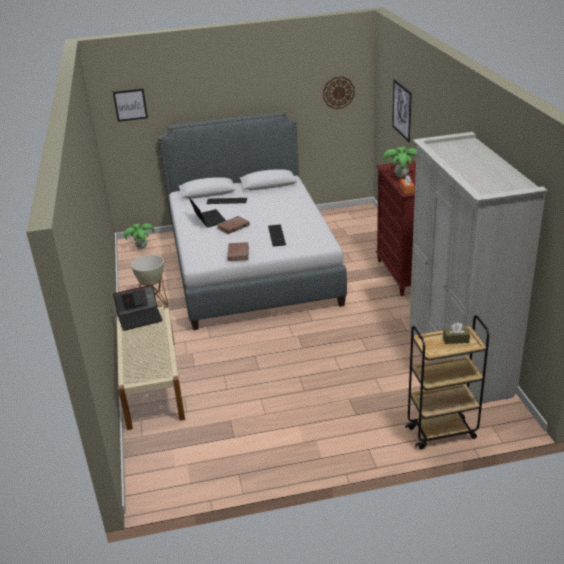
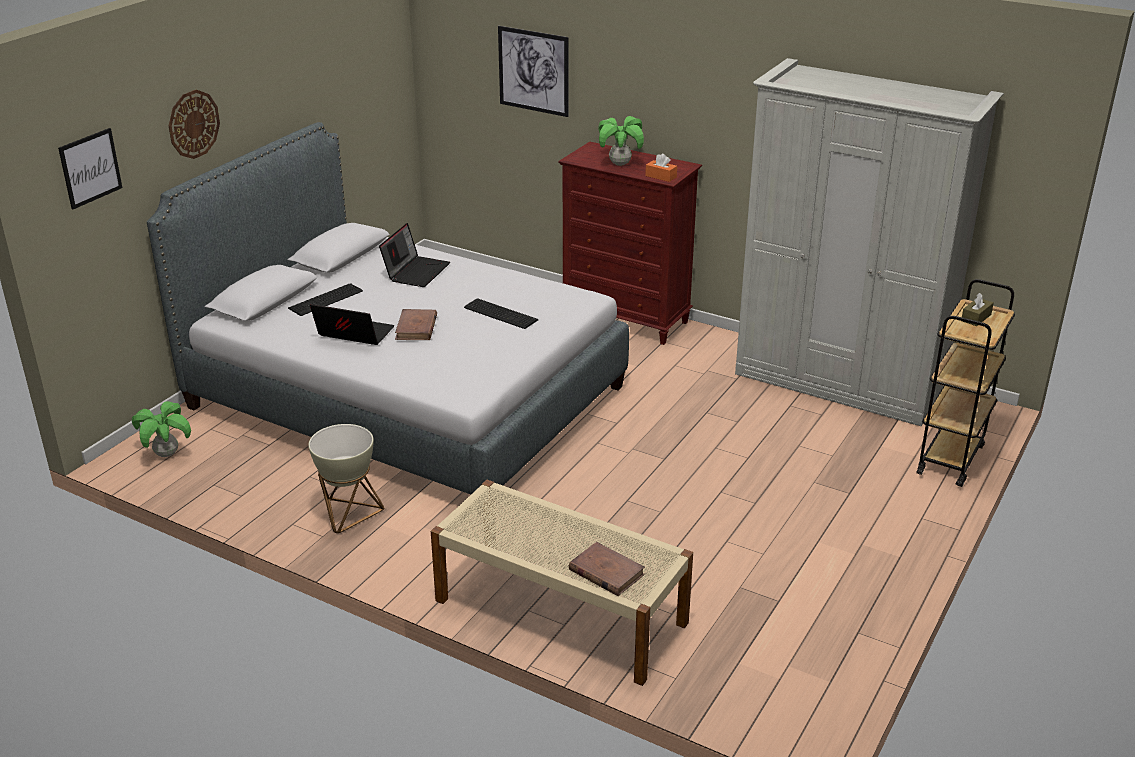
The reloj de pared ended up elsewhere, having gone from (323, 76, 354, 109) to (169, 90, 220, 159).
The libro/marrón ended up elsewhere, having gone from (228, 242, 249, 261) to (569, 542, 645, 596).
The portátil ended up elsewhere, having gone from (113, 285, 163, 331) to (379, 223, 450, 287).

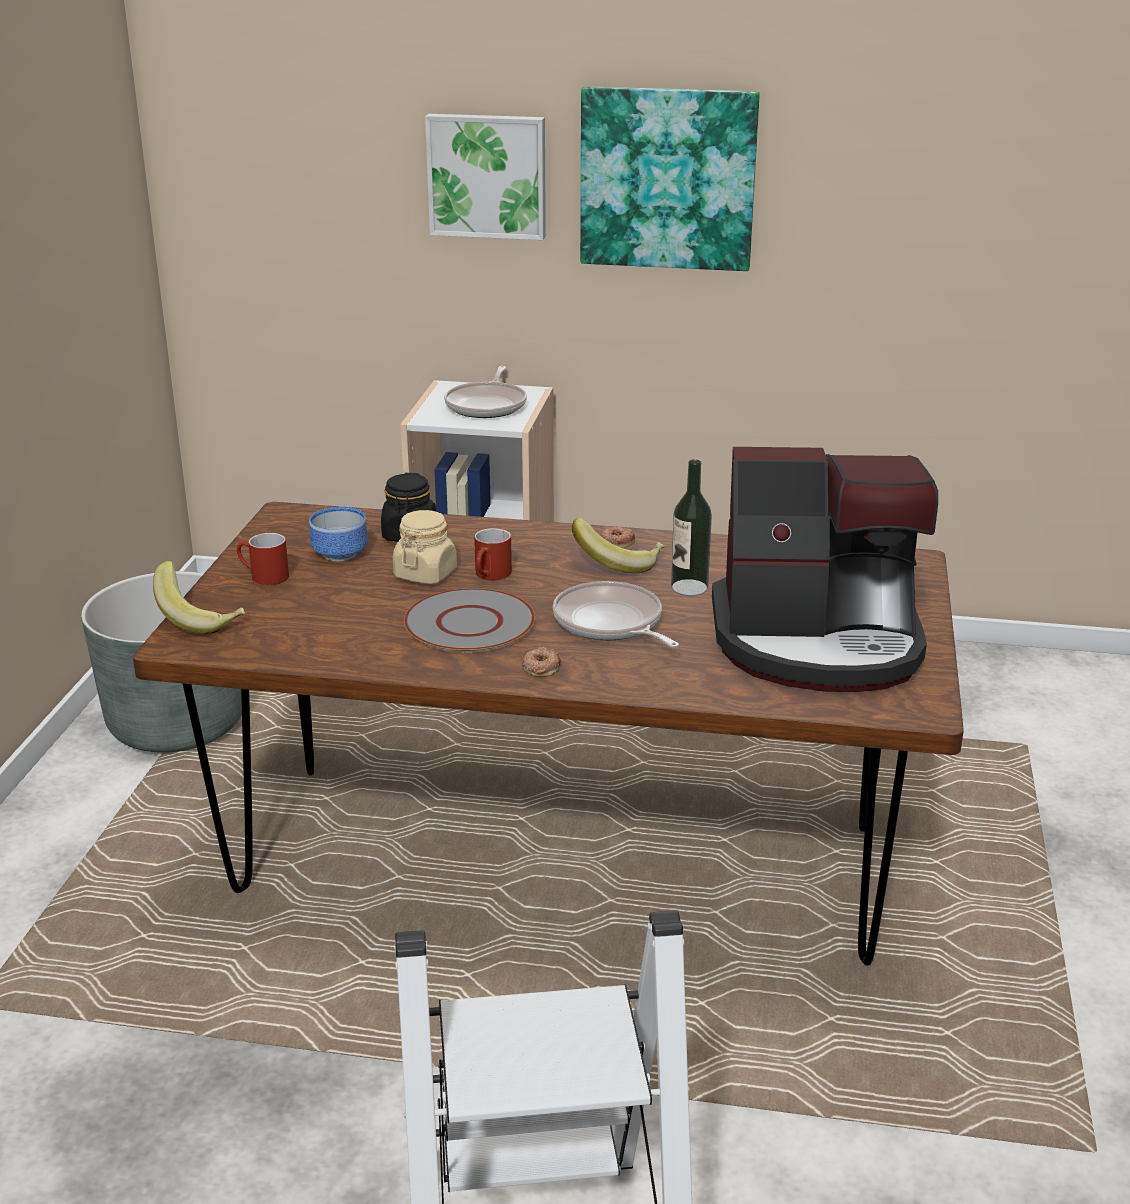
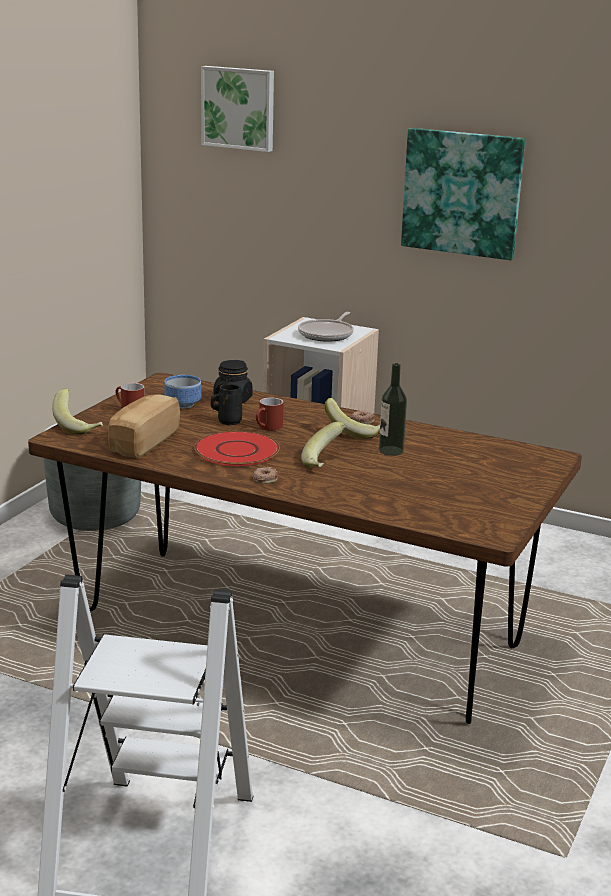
The cuadro ended up elsewhere, having gone from (425, 114, 546, 240) to (201, 66, 274, 152).
The second view lost the cafetera at (712, 447, 938, 692).
Where the tarro/beis stood at (393, 510, 457, 584), the taza grande/negro came to stand at (211, 384, 242, 426).
Where the sartén stood at (553, 581, 679, 648), the plátano came to stand at (301, 422, 346, 468).
What was the plato/gris at (404, 588, 535, 653) turned into the plato/rojo at (194, 431, 280, 466).
The second view gained the pan at (108, 394, 180, 459).

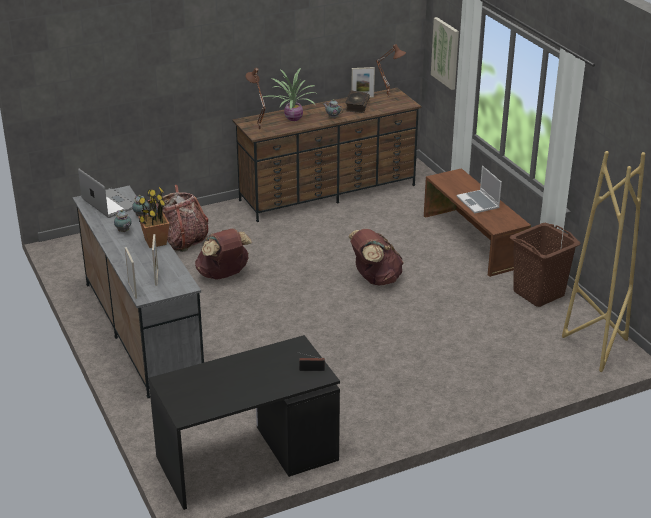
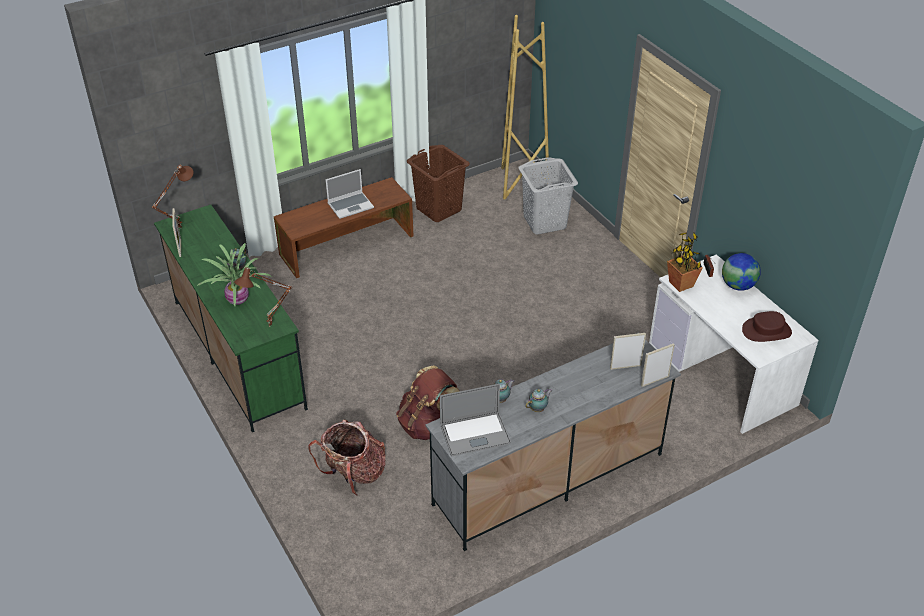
The second view lost the cuadro at (431, 17, 459, 90).
What was the cómoda/marrón at (232, 88, 421, 222) turned into the cómoda/verde at (154, 205, 308, 432).
The second view lost the libro at (345, 91, 370, 113).
The portátil at (78, 169, 133, 218) ended up facing another way, 150 degrees counterclockwise from before.
The planta en maceta ended up elsewhere, having gone from (138, 186, 170, 248) to (667, 233, 703, 292).
The second view lost the mochila/marrón at (348, 229, 404, 286).
What was the escritorio/negro at (149, 335, 340, 510) turned into the escritorio/blanco at (649, 254, 818, 434).
The second view gained the cesto de la ropa/gris at (518, 157, 578, 234).
The second view gained the globo terráqueo at (722, 253, 761, 291).
The second view gained the sombrero/marrón at (742, 311, 792, 342).

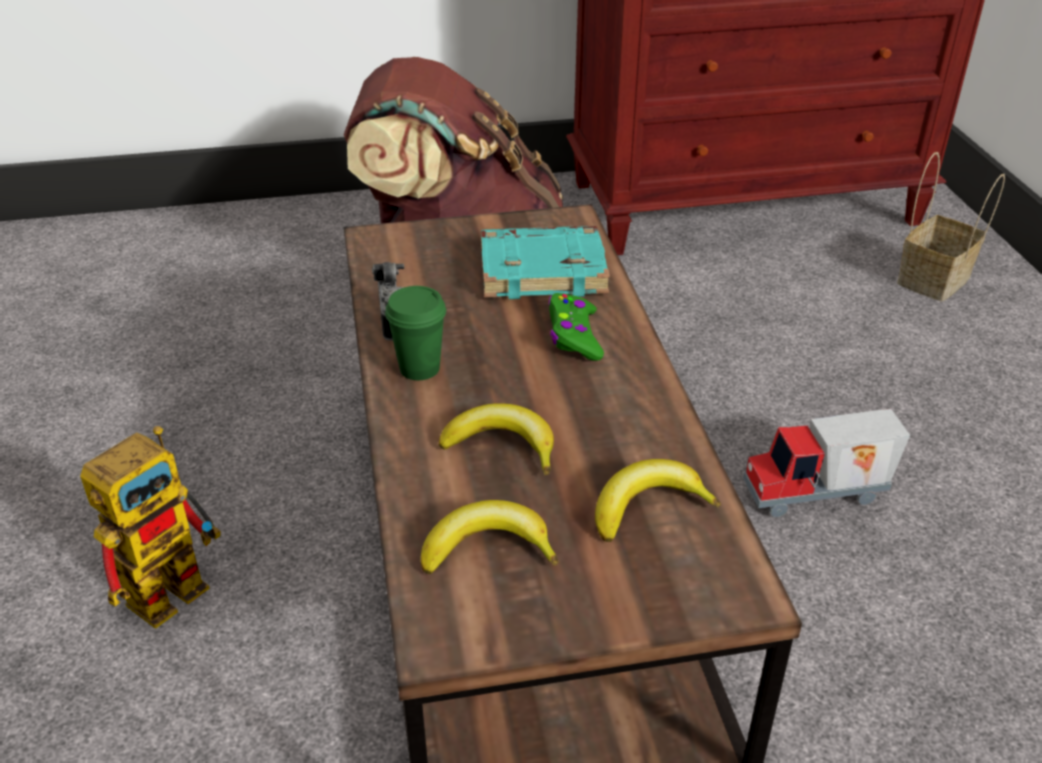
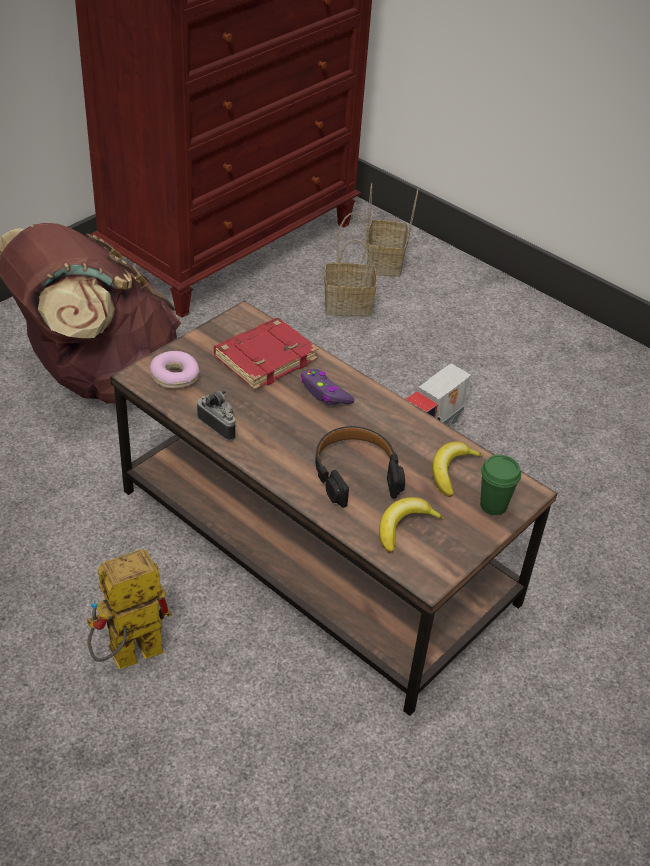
What was the libro/turquesa at (481, 226, 610, 299) turned into the libro/rojo at (214, 318, 319, 390).
The taza/verde ended up elsewhere, having gone from (385, 286, 446, 380) to (480, 455, 521, 515).
What was the mando de consola/verde at (548, 293, 604, 361) turned into the mando de consola/morado at (301, 369, 355, 405).
Where the plátano stood at (439, 403, 554, 475), the auriculares/negro came to stand at (315, 426, 405, 508).
The robot de juguete at (80, 426, 221, 629) ended up facing another way, 120 degrees counterclockwise from before.
The second view gained the cesta at (324, 212, 377, 317).
The second view gained the rosquilla at (150, 351, 199, 389).

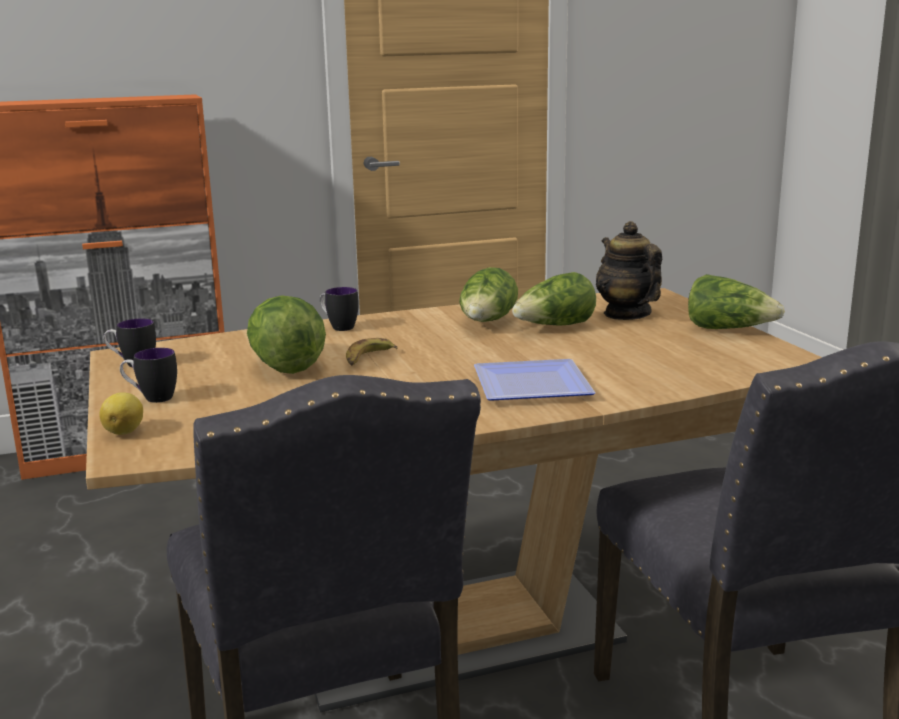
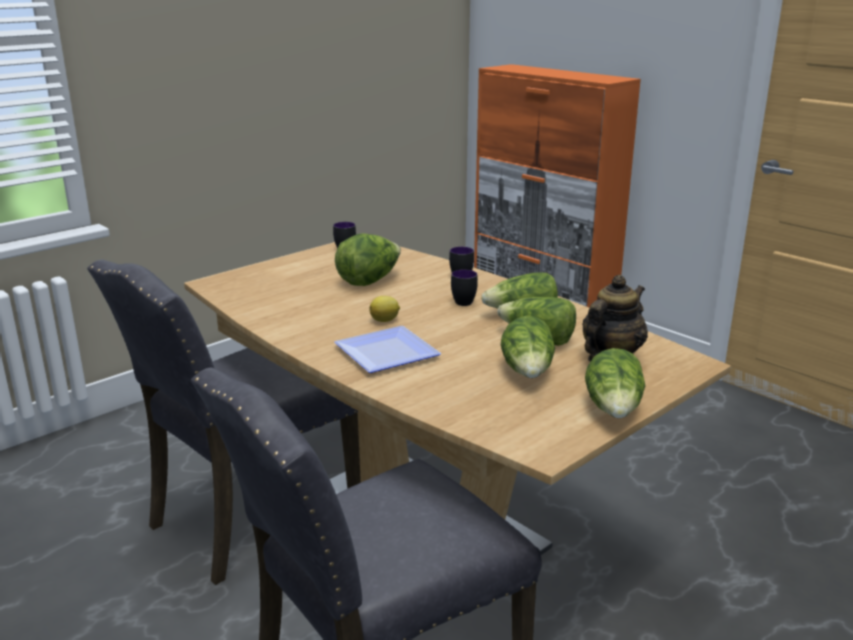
The second view lost the plátano at (346, 338, 397, 366).
The taza grande ended up elsewhere, having gone from (120, 348, 177, 403) to (451, 270, 478, 306).
The limón ended up elsewhere, having gone from (99, 393, 143, 435) to (369, 296, 400, 322).
The second view gained the lechuga at (501, 316, 555, 378).

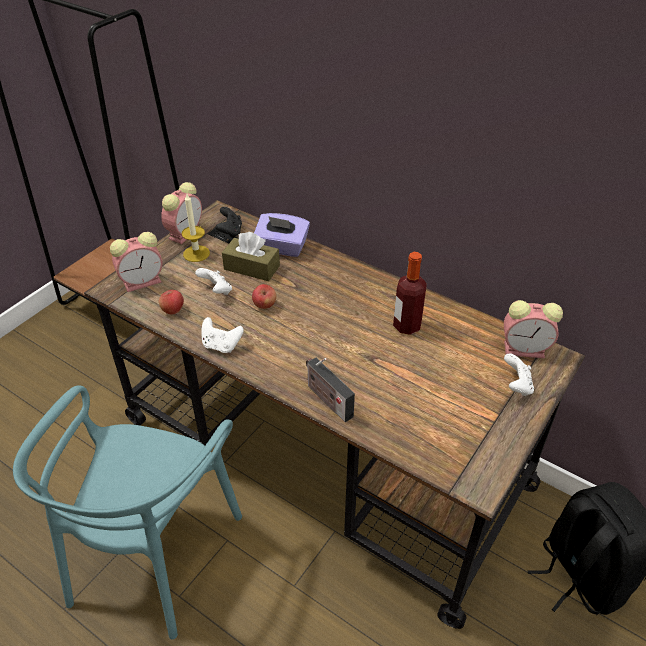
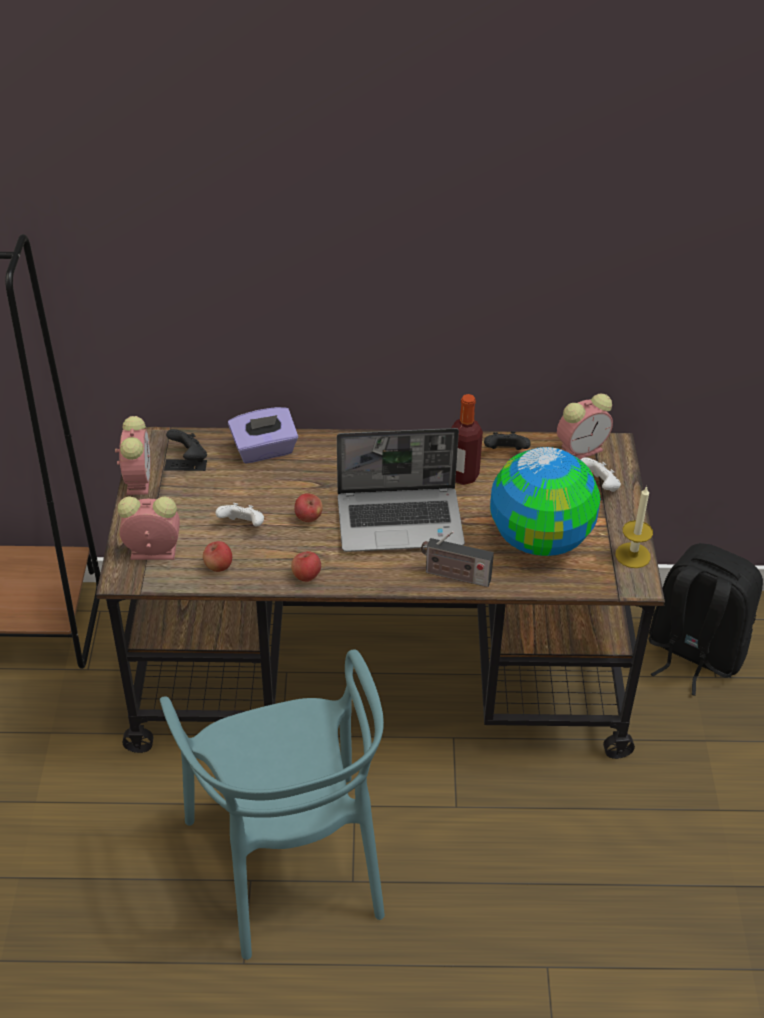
The vela ended up elsewhere, having gone from (182, 194, 210, 262) to (616, 486, 653, 568).
The despertador at (110, 232, 163, 292) ended up facing another way, 120 degrees counterclockwise from before.
The second view lost the caja de pañuelos/marrón at (222, 232, 280, 281).
Where the mando de consola/blanco stood at (201, 317, 244, 353), the manzana came to stand at (291, 551, 321, 582).
The second view gained the portátil at (337, 428, 465, 552).
The second view gained the mando de consola/negro at (484, 431, 531, 450).
The second view gained the globo terráqueo at (490, 447, 601, 556).

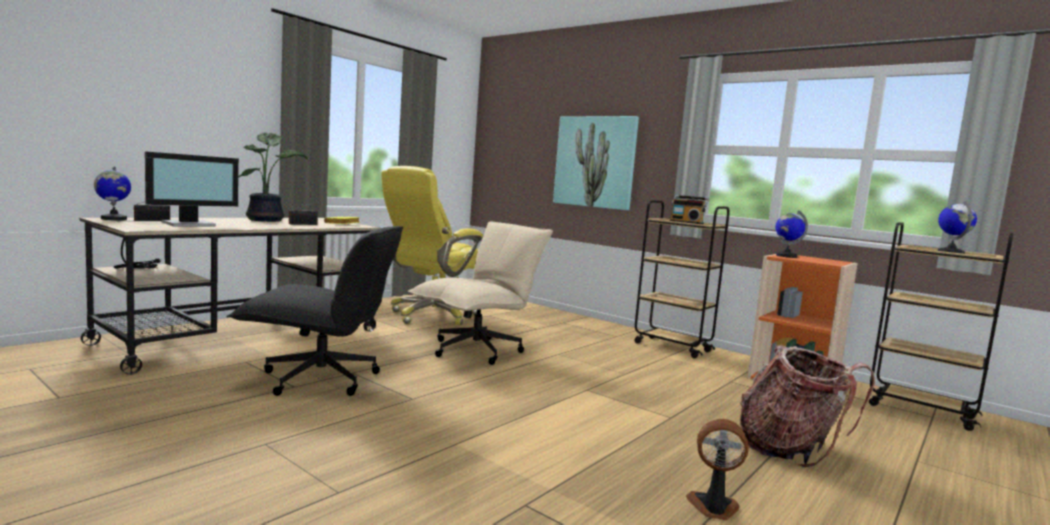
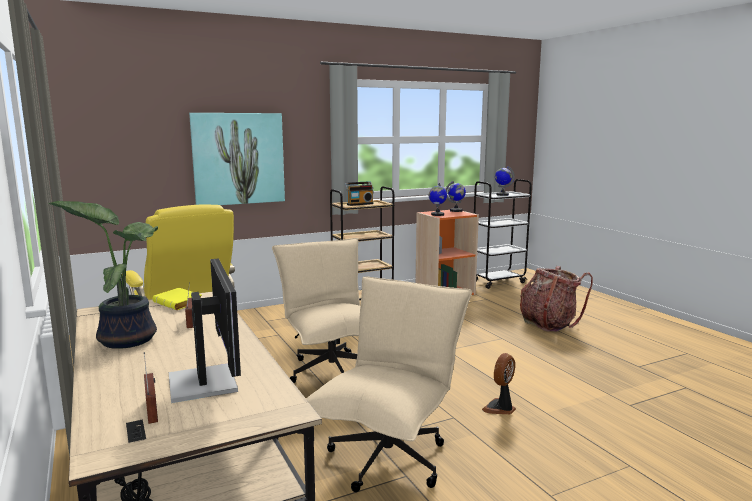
The globo terráqueo ended up elsewhere, having gone from (94, 166, 131, 220) to (446, 181, 466, 212).
What was the carrito/marrón at (869, 222, 1014, 431) turned into the carrito/blanco at (474, 179, 532, 289).
What was the silla de oficina/negro at (226, 226, 403, 396) turned into the silla de oficina/beis at (306, 276, 472, 492).
The ventilador ended up elsewhere, having gone from (686, 419, 749, 520) to (482, 353, 516, 414).

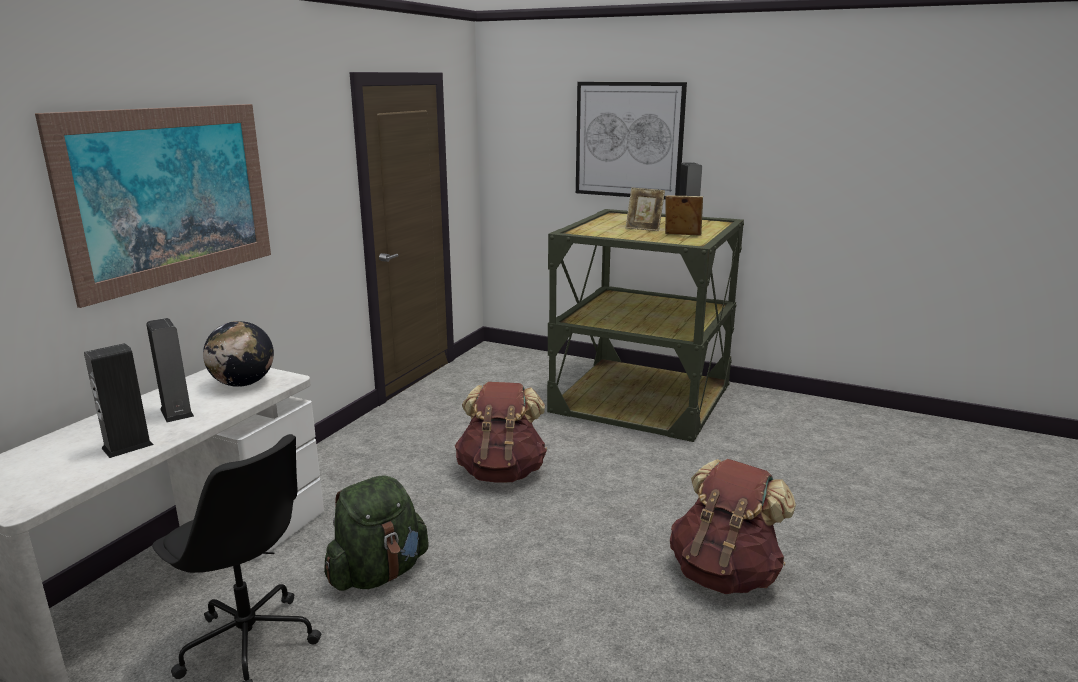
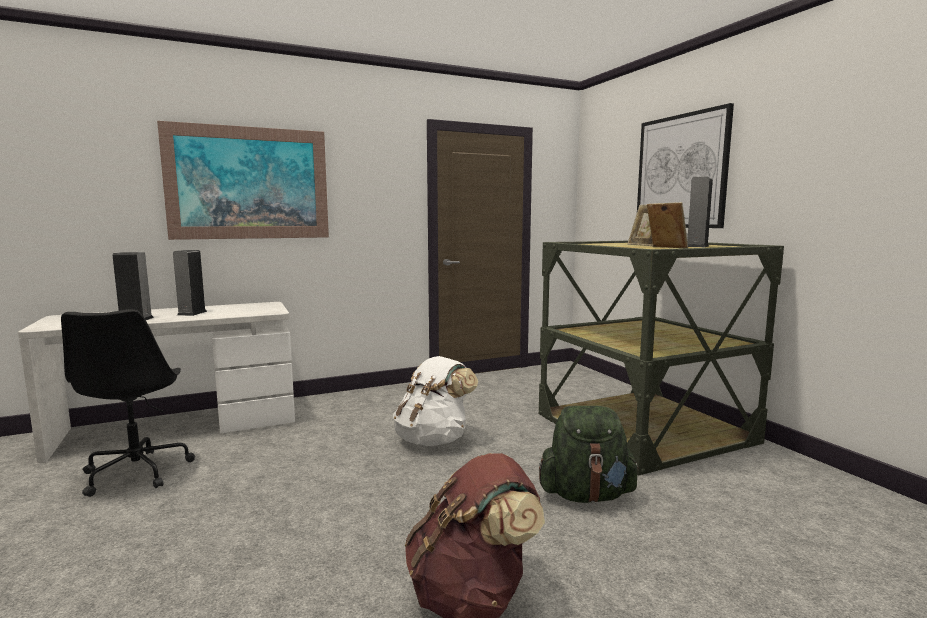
The second view lost the globo terráqueo at (203, 321, 274, 387).
What was the mochila/marrón at (455, 382, 547, 483) turned into the mochila/blanco at (393, 356, 478, 446).
The mochila/verde ended up elsewhere, having gone from (324, 475, 429, 591) to (539, 406, 639, 503).

